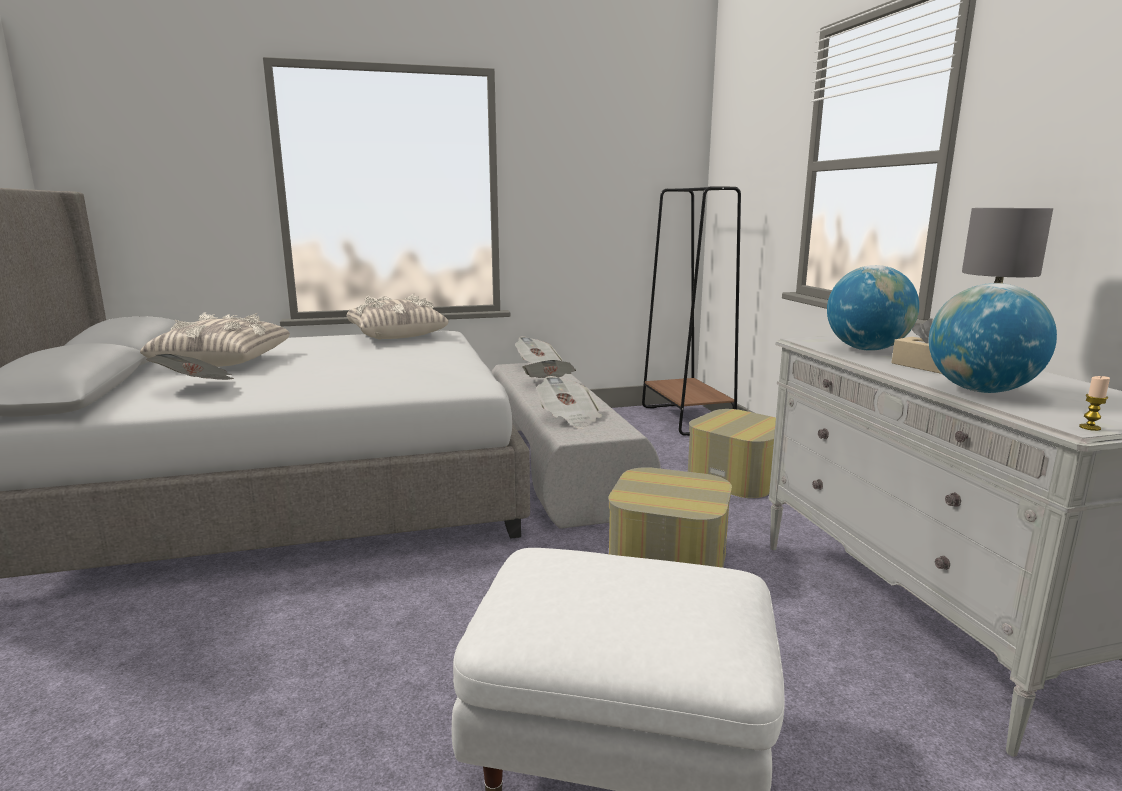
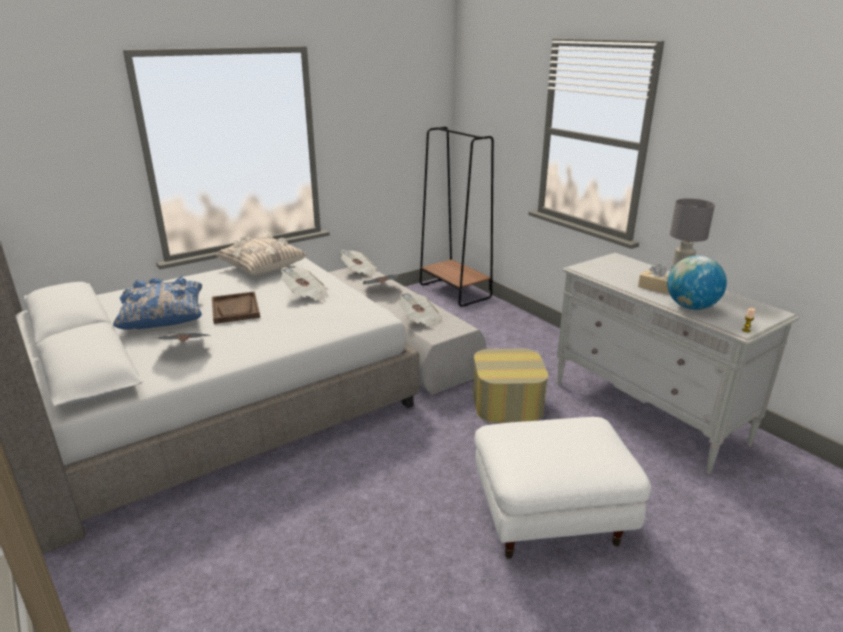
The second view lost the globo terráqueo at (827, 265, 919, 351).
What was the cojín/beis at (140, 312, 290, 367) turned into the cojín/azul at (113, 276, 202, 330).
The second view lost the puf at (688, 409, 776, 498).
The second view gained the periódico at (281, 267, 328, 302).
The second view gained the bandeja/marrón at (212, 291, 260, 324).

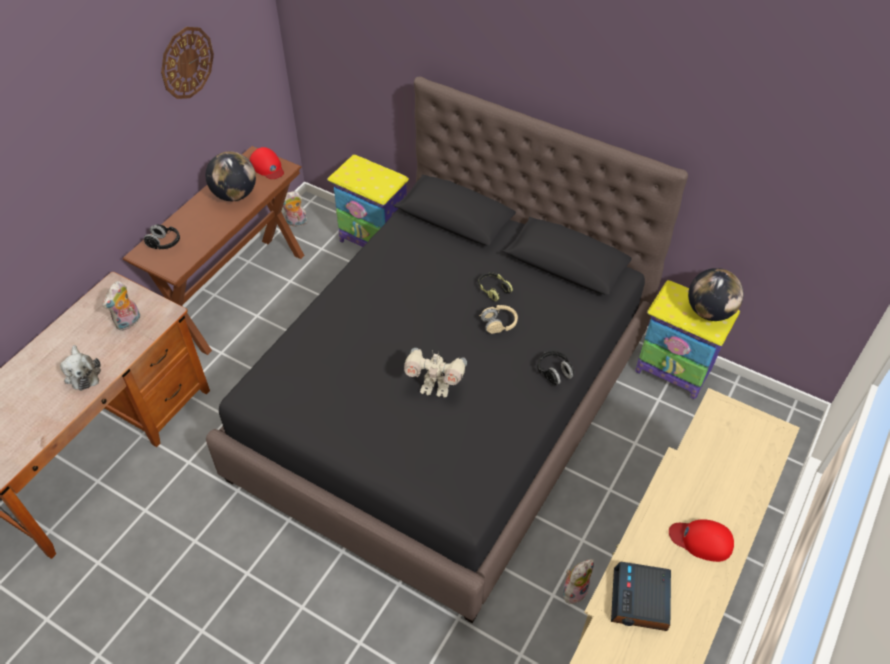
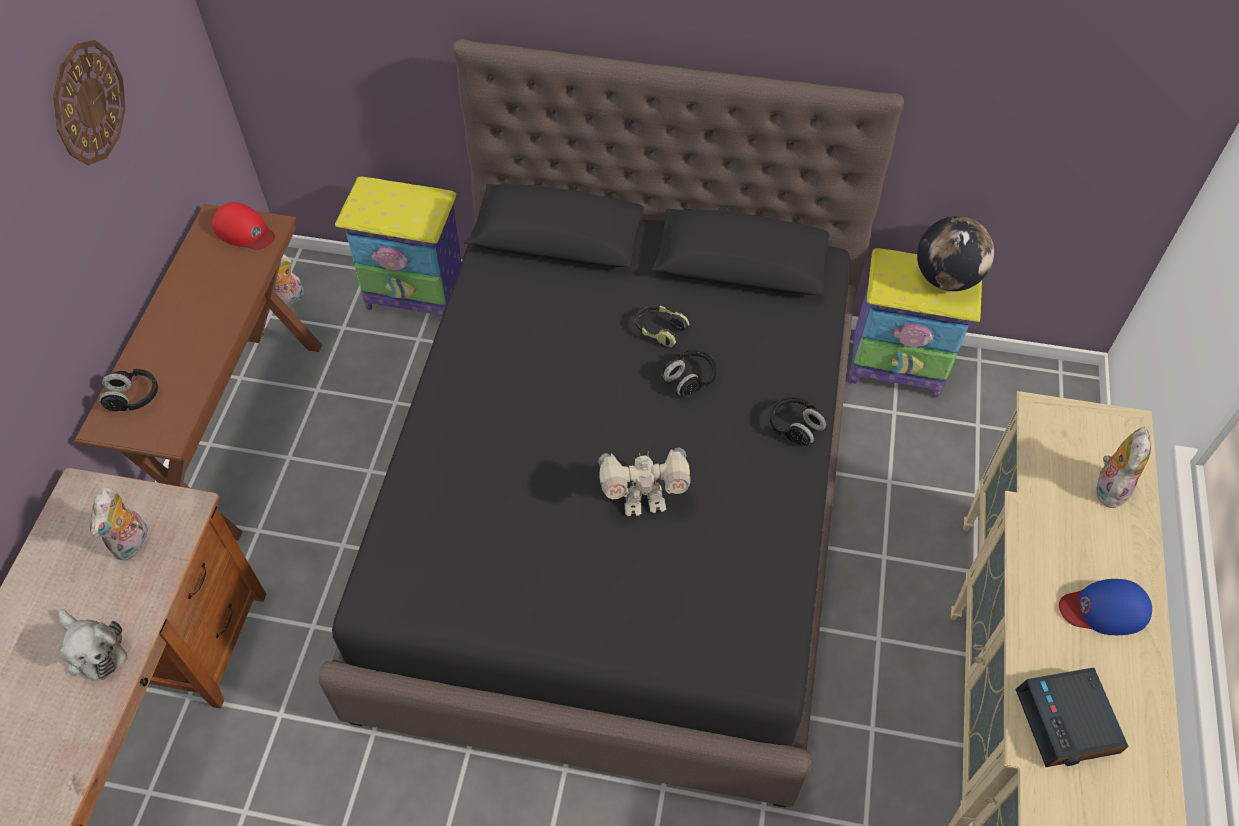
The second view lost the globo terráqueo at (206, 151, 256, 201).
What was the auriculares/beis at (479, 305, 518, 333) turned into the auriculares/negro at (660, 350, 717, 396).
What was the gorra/rojo at (669, 519, 734, 562) turned into the gorra/azul at (1059, 579, 1152, 635).
The peluche ended up elsewhere, having gone from (563, 559, 594, 604) to (1096, 427, 1151, 508).

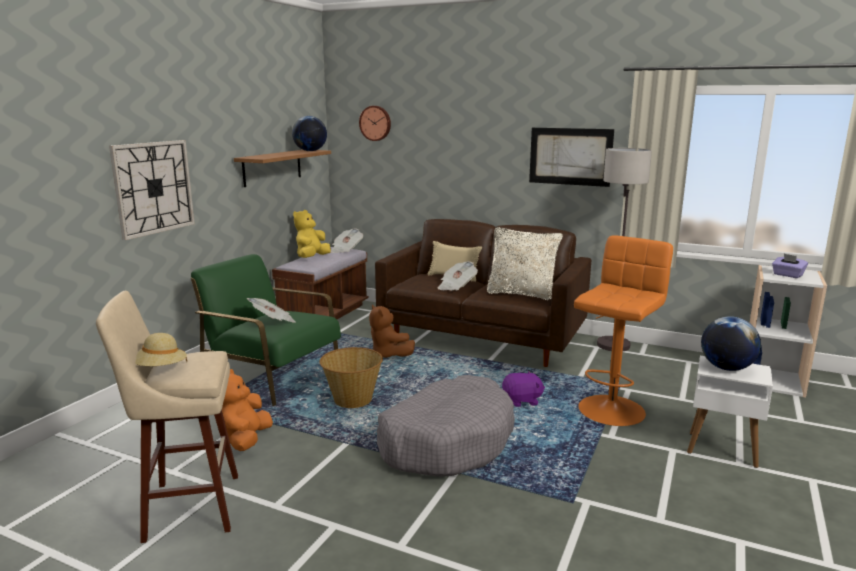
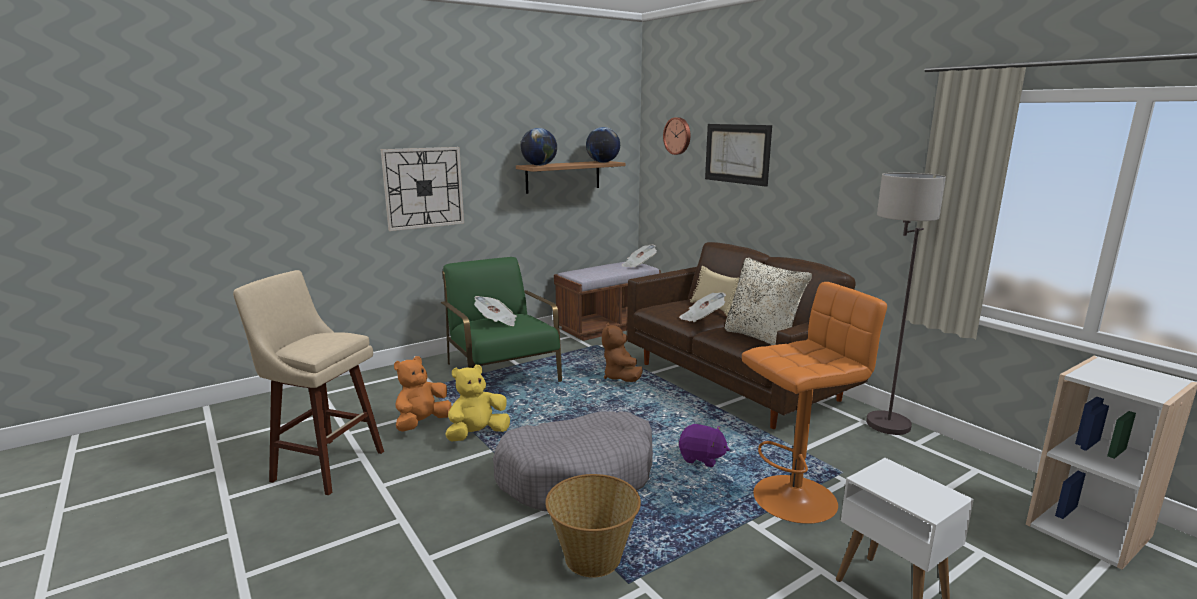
The cuadro ended up elsewhere, having gone from (529, 128, 614, 187) to (705, 124, 772, 187).
The peluche/amarillo ended up elsewhere, having gone from (293, 210, 331, 258) to (445, 365, 510, 442).
The second view lost the caja de pañuelos/morado at (772, 254, 808, 278).
The globo terráqueo ended up elsewhere, having gone from (701, 316, 761, 371) to (521, 128, 557, 166).
The second view lost the sombrero/beis at (136, 333, 187, 366).
The cesta ended up elsewhere, having gone from (319, 347, 383, 408) to (545, 474, 641, 578).

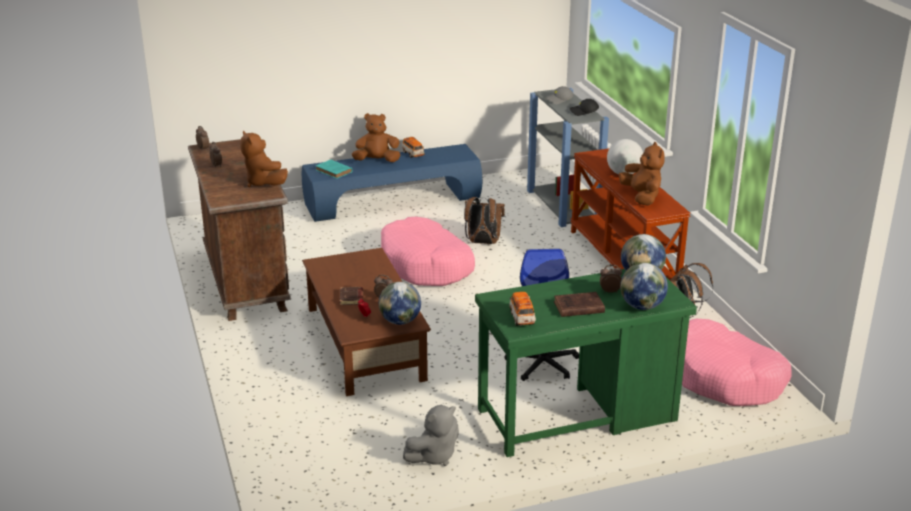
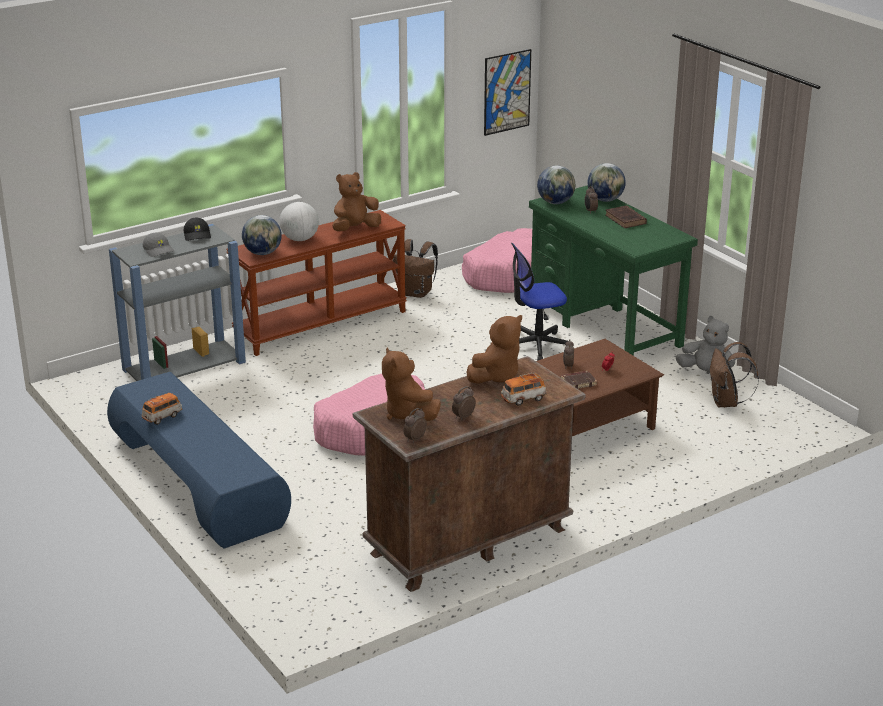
The peluche/marrón ended up elsewhere, having gone from (352, 113, 400, 162) to (382, 347, 441, 421).
The second view lost the libro/turquesa at (316, 159, 352, 179).
The mochila/marrón ended up elsewhere, having gone from (464, 197, 505, 244) to (710, 342, 759, 407).
The globo terráqueo ended up elsewhere, having gone from (379, 282, 421, 325) to (242, 215, 282, 255).
The coche de juguete ended up elsewhere, having gone from (509, 292, 536, 326) to (501, 372, 547, 406).
The second view gained the cuadro at (484, 49, 531, 136).

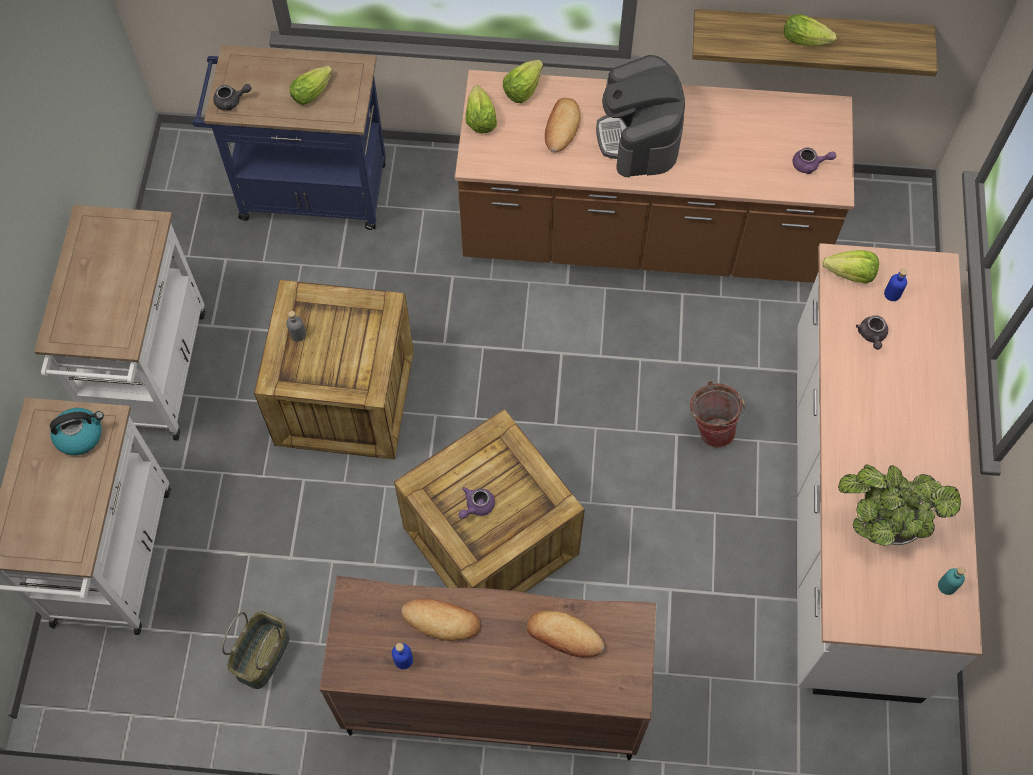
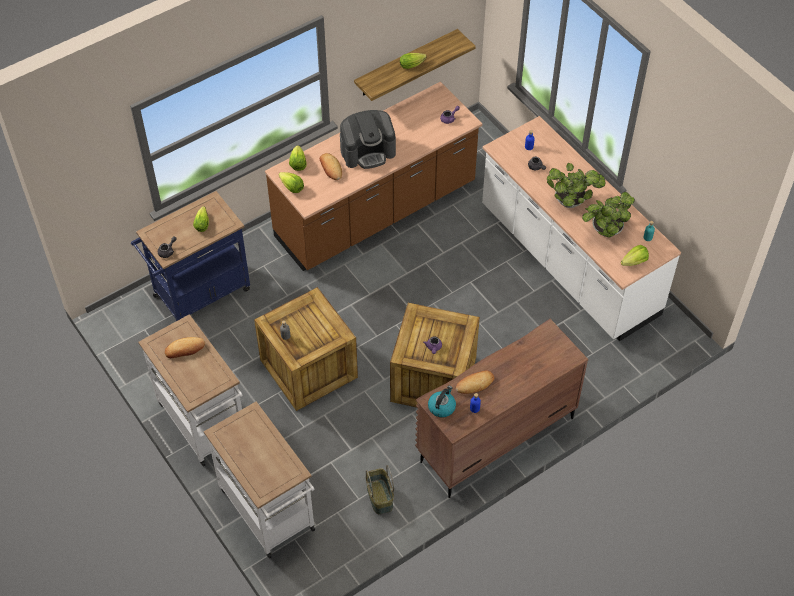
The cafetera at (596, 55, 685, 177) ended up facing another way, 60 degrees counterclockwise from before.
The lechuga ended up elsewhere, having gone from (822, 250, 879, 284) to (621, 245, 649, 266).
The second view lost the cubo at (690, 381, 746, 448).
The hervidor ended up elsewhere, having gone from (50, 408, 104, 455) to (428, 386, 456, 418).
The pan ended up elsewhere, having gone from (527, 611, 604, 658) to (165, 337, 205, 358).
The second view gained the planta en maceta at (547, 163, 606, 208).

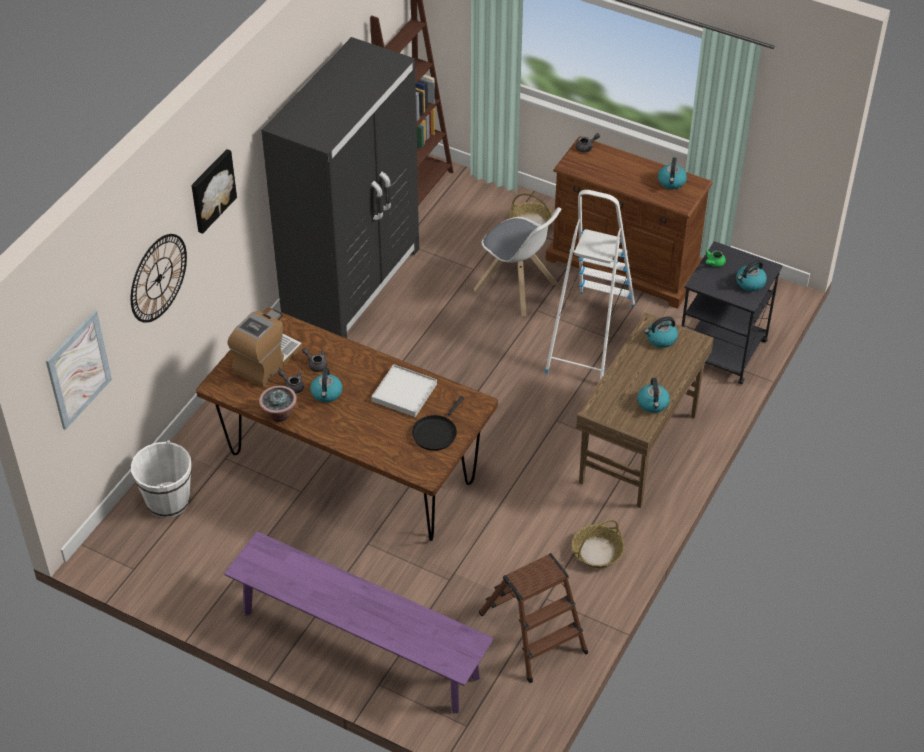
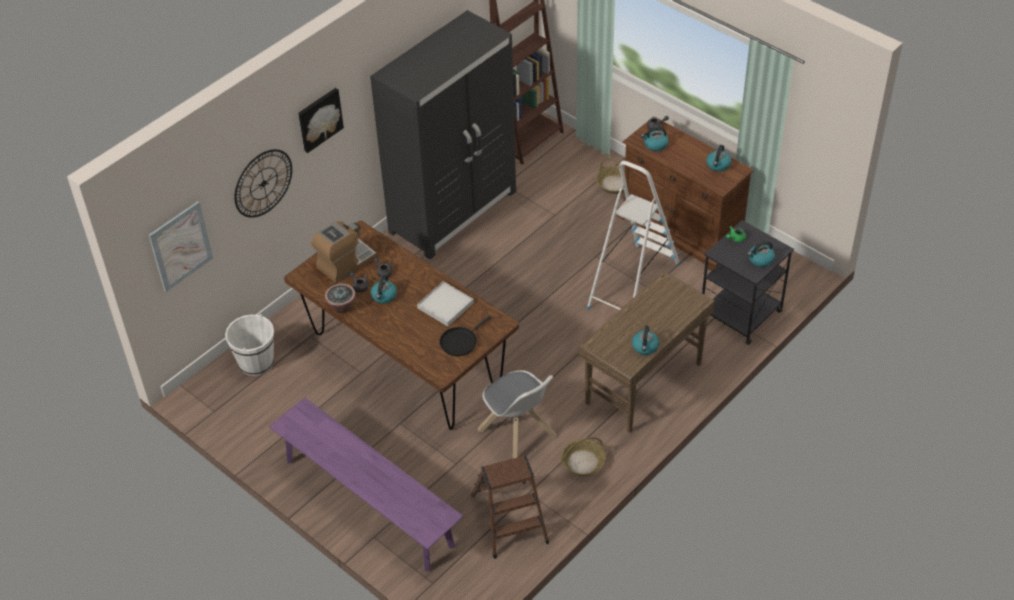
The silla ended up elsewhere, having gone from (474, 207, 561, 316) to (478, 370, 557, 458).
The hervidor ended up elsewhere, having gone from (644, 316, 678, 348) to (641, 126, 669, 151).

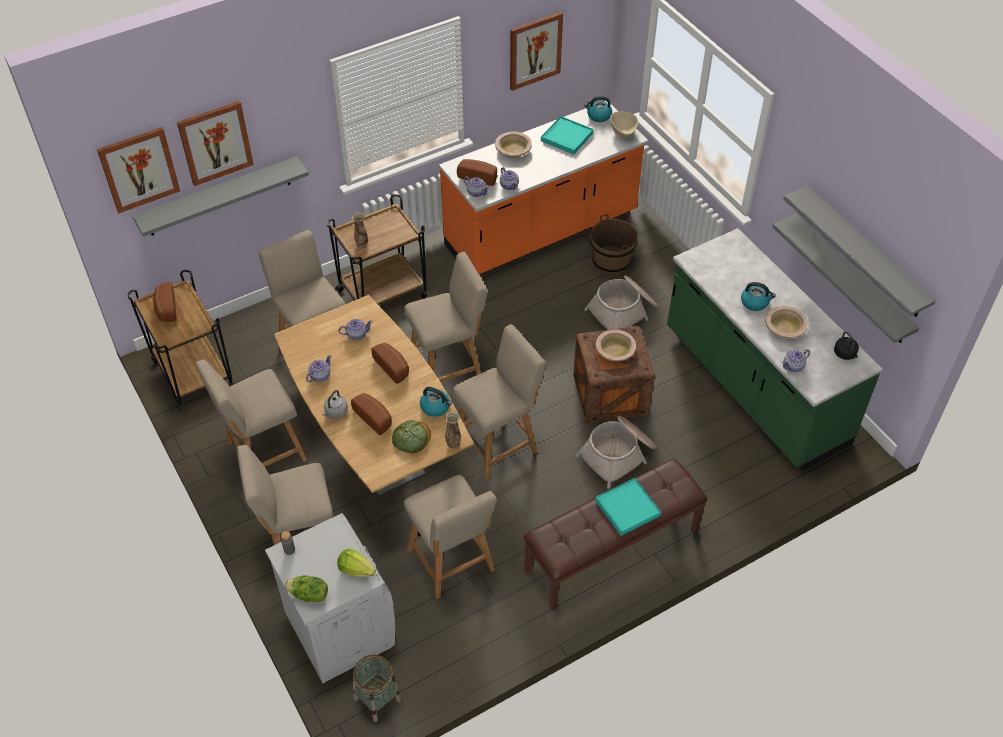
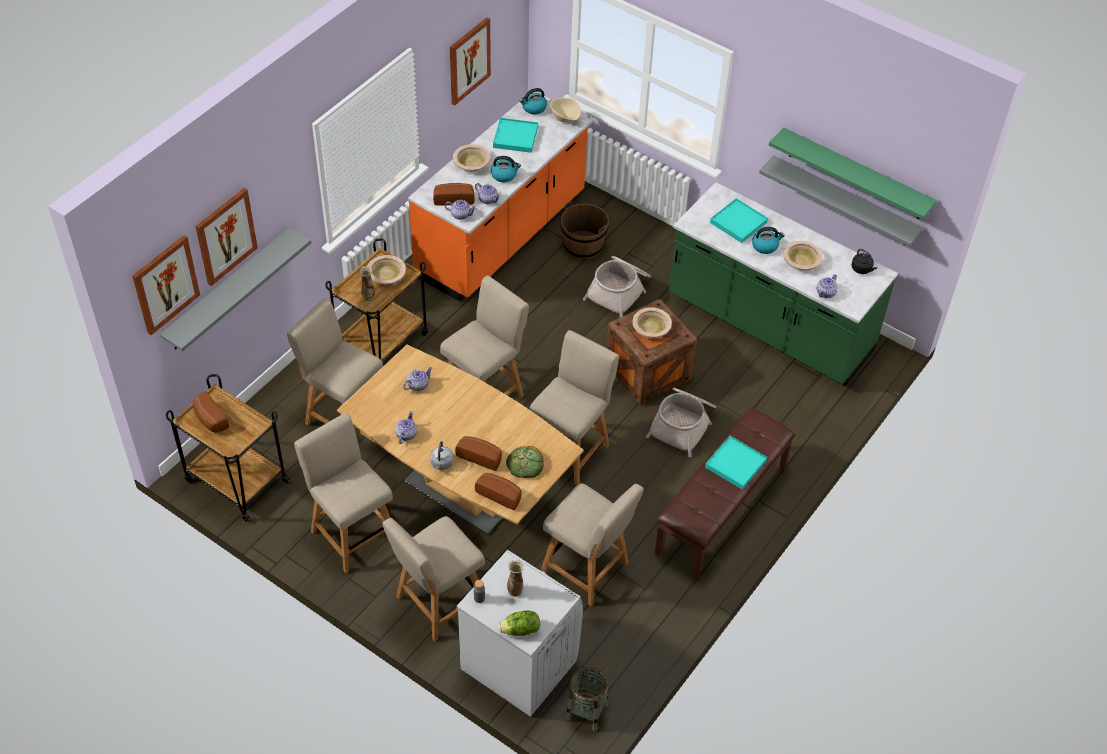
What was the estante/gris at (783, 186, 936, 317) turned into the estante/verde at (769, 127, 937, 220).
The pan ended up elsewhere, having gone from (371, 343, 409, 384) to (475, 473, 522, 510).
The silla/beis at (195, 360, 307, 467) ended up facing another way, 105 degrees clockwise from before.
The hervidor ended up elsewhere, having gone from (420, 387, 452, 417) to (491, 156, 521, 182).
The florero ended up elsewhere, having gone from (445, 412, 461, 448) to (507, 560, 524, 597).
The second view lost the lechuga at (337, 548, 376, 577).
The second view gained the bandeja/turquesa at (710, 198, 768, 243).
The second view gained the cuenco/beis at (367, 255, 406, 285).

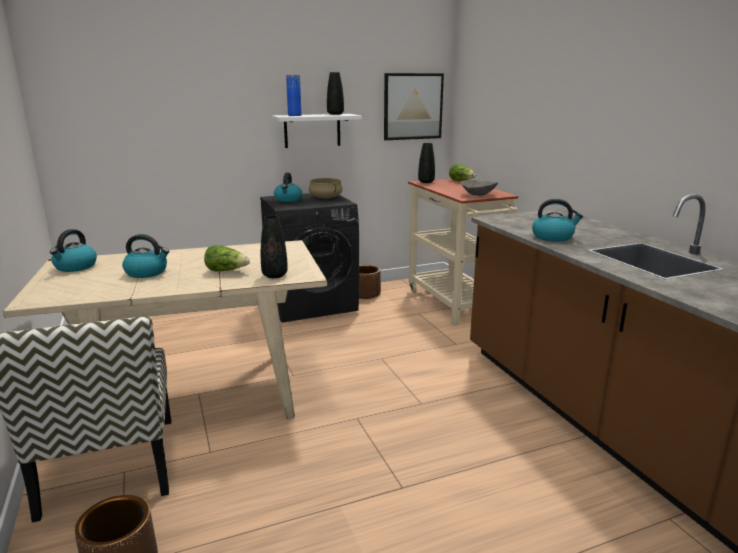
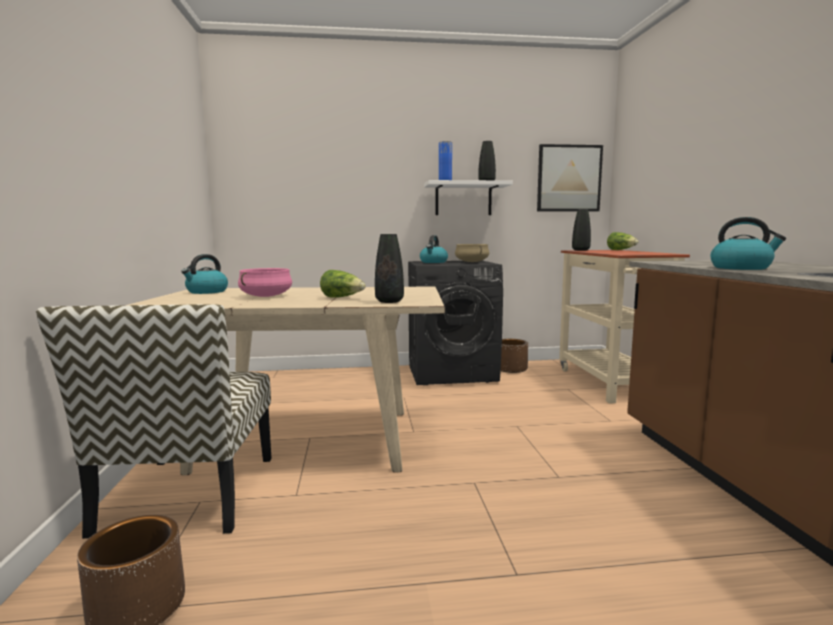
The second view lost the cuenco/gris at (461, 180, 498, 196).
Where the hervidor stood at (122, 234, 169, 278), the olla/rosa came to stand at (238, 268, 292, 297).

